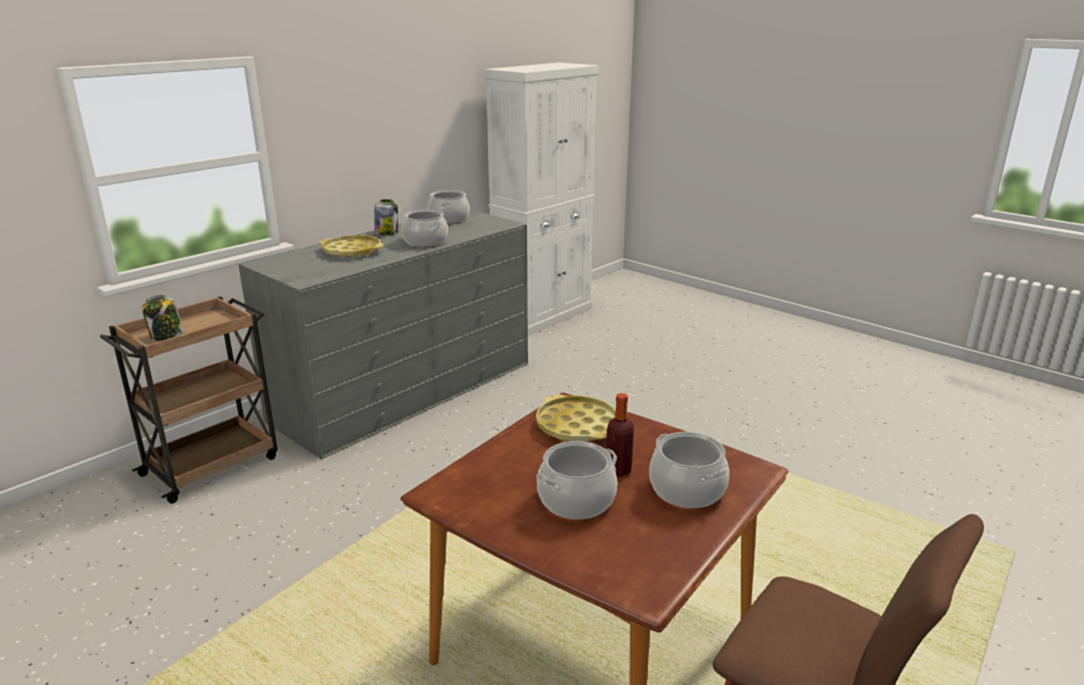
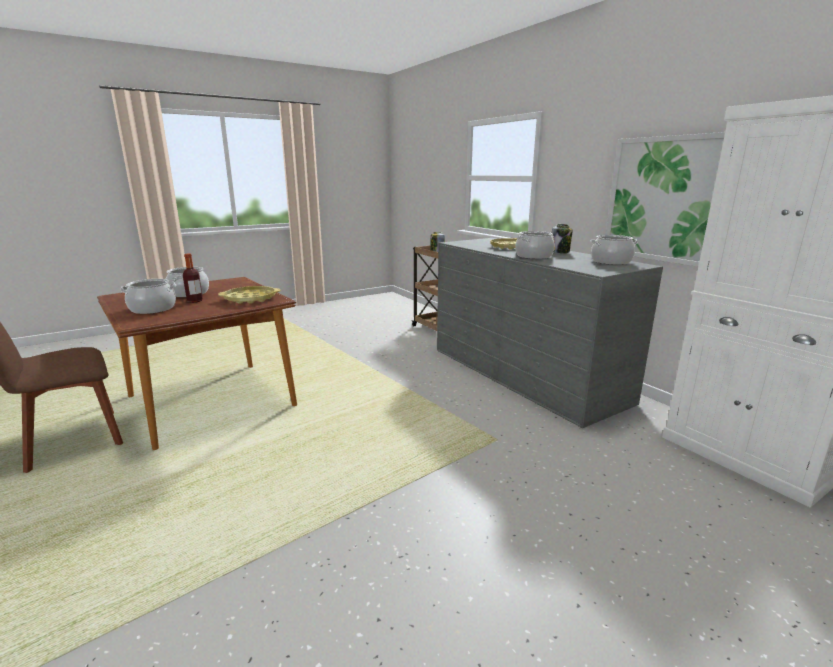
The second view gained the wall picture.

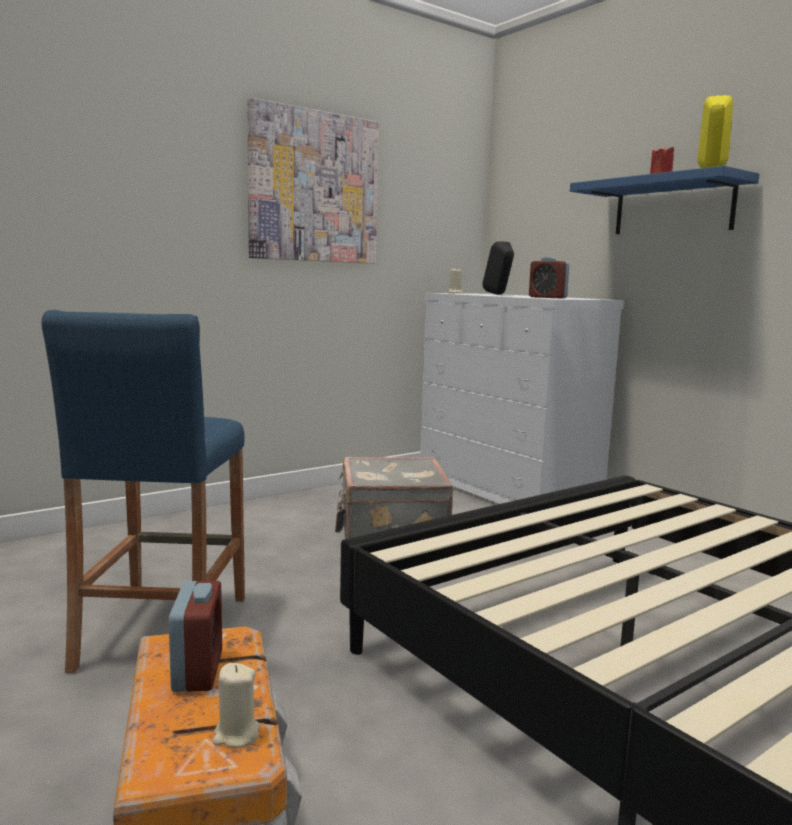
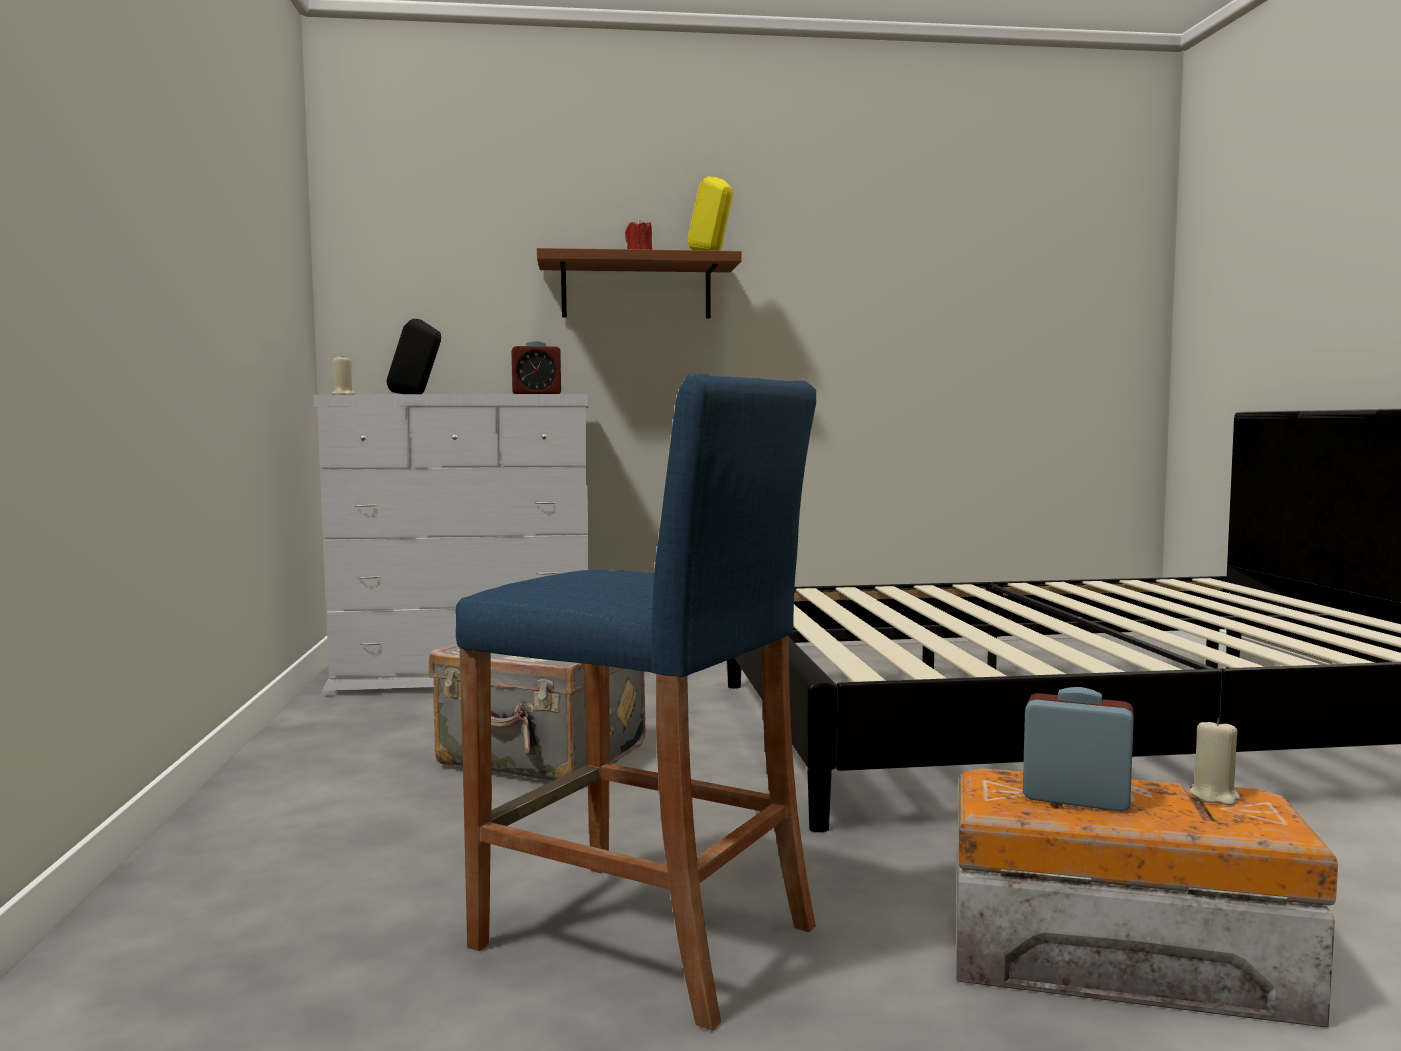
The second view lost the wall picture.
What was the blue-coloured wall shelf turned into the brown-coloured wall shelf.

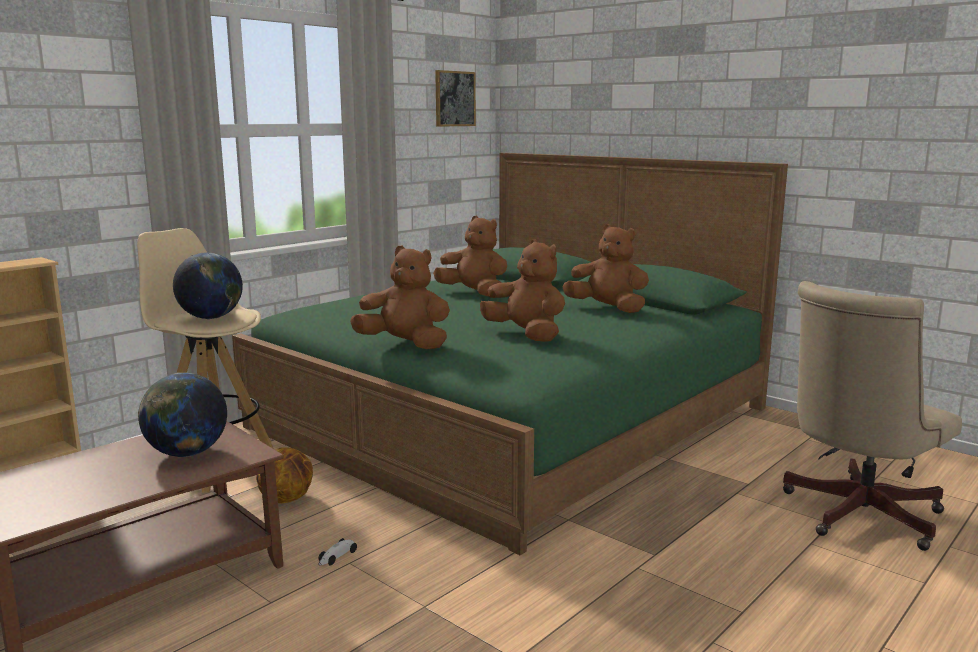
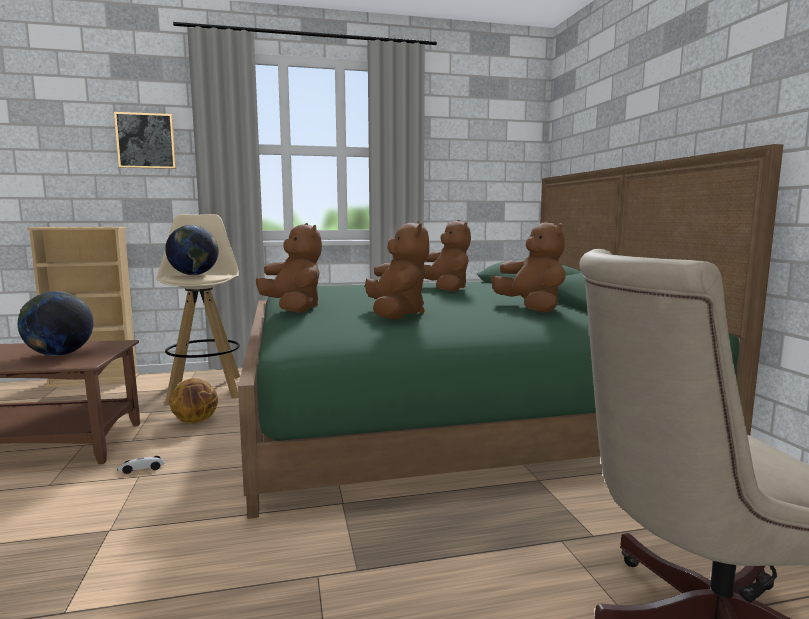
The wall picture ended up elsewhere.

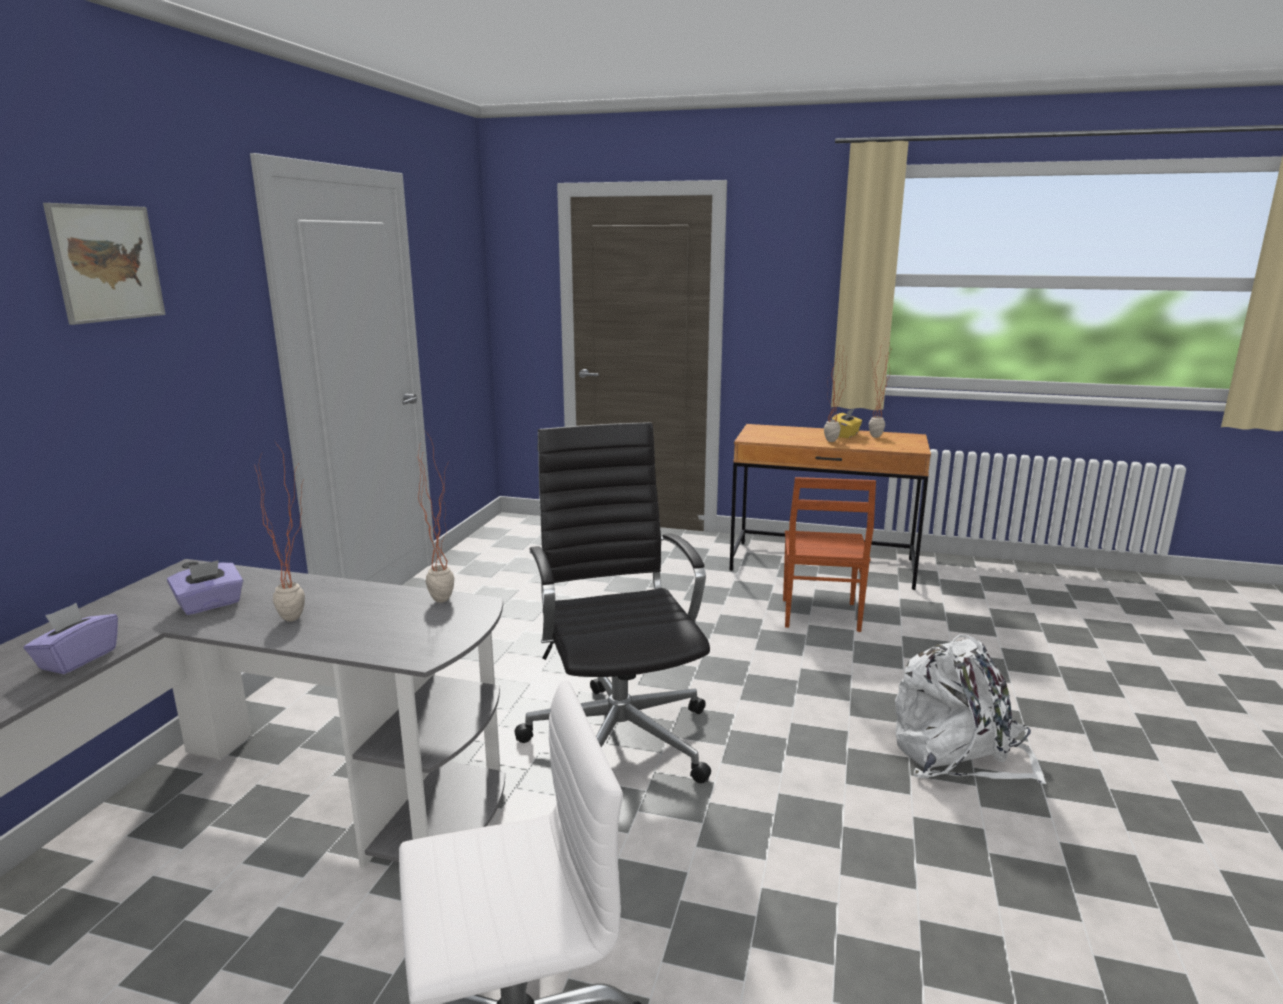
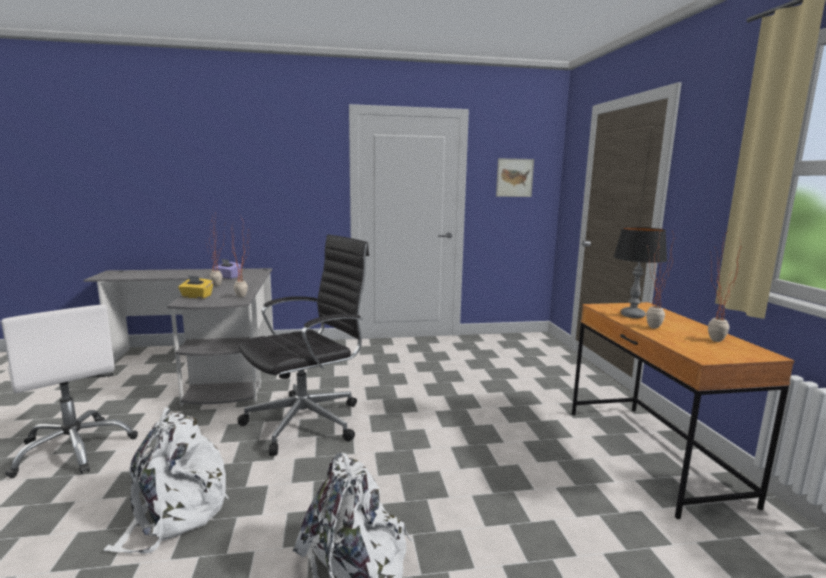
The second view lost the purple tissue holder (1st from left).
The wall picture ended up elsewhere.
The second view lost the brown-coloured upright chair.
The yellow tissue holder ended up elsewhere.
The second view gained the white rucksack (1st from left).
The second view gained the table lamp.

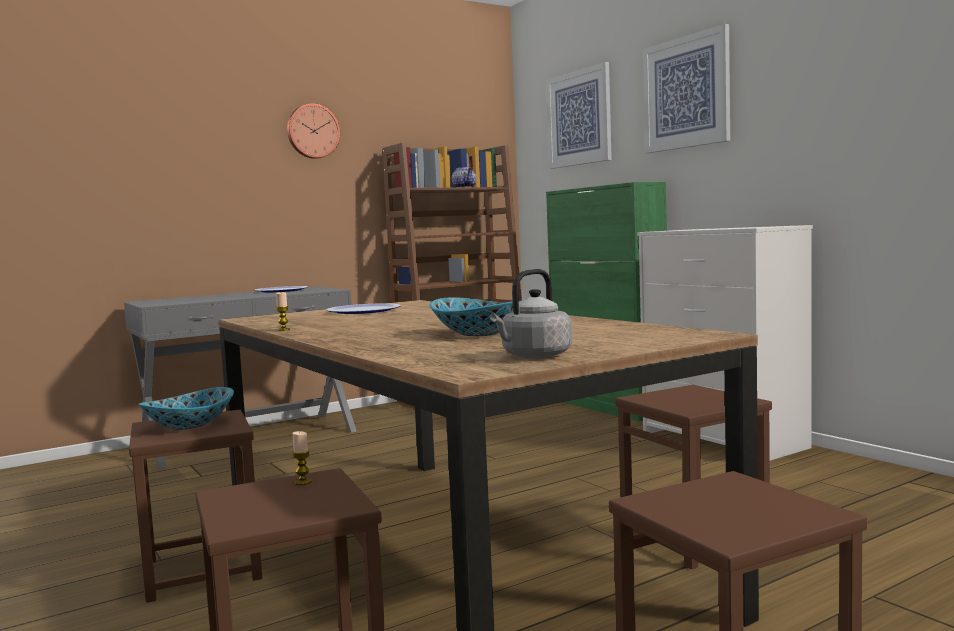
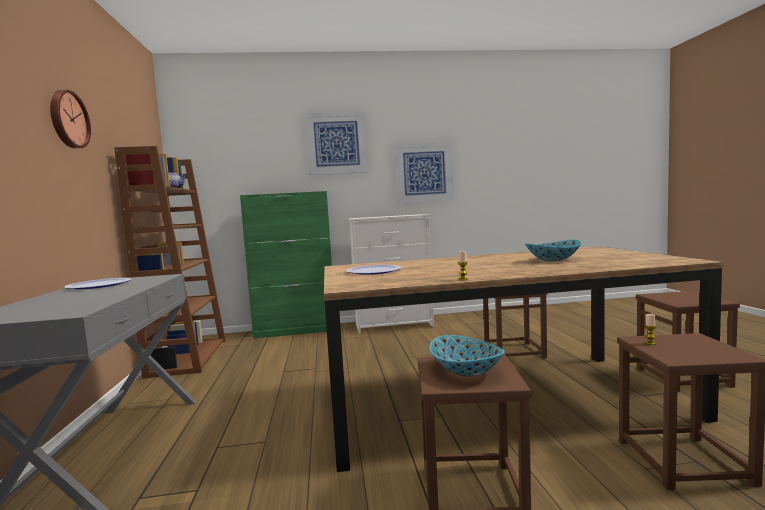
The second view lost the greyish water kettle.
The wall picture (1st from left in the first image) ended up elsewhere.

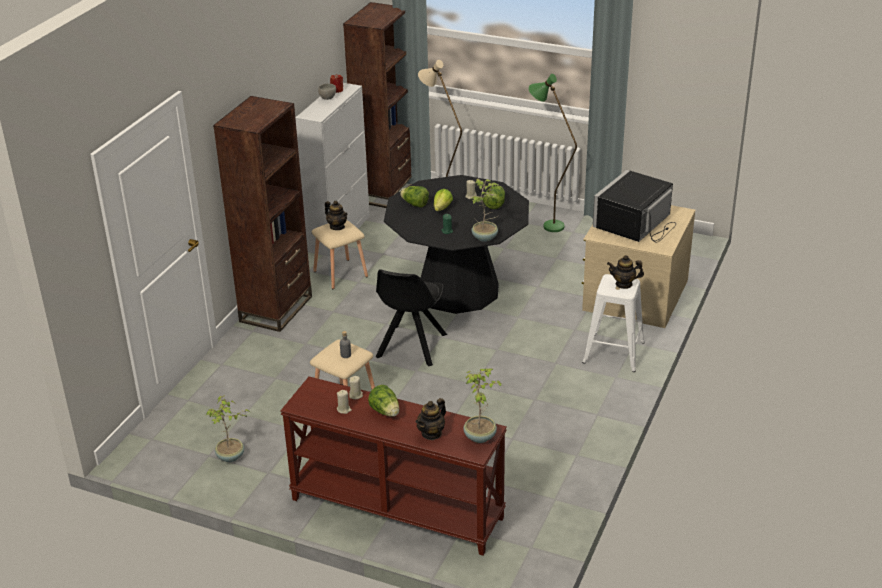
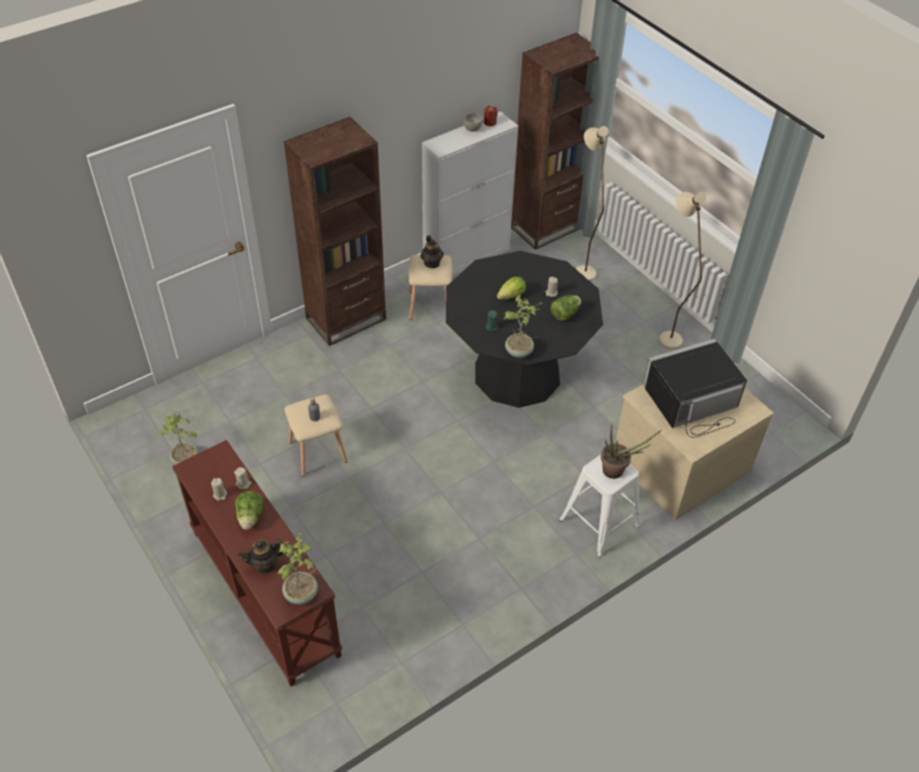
The second view lost the blackish upright chair.
The second view lost the lettuce (2nd from left).
What was the green-coloured floor lamp turned into the sand-coloured floor lamp (2nd from left).
Where the tea pot (3rd from left) stood, the plant in a pot (4th from left) came to stand.

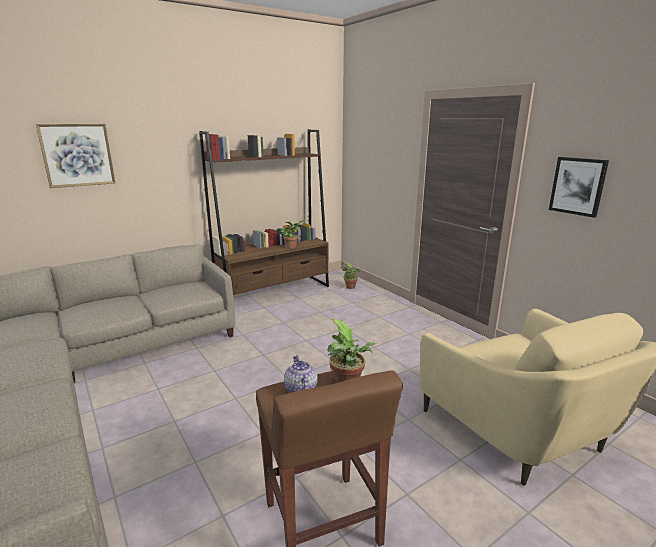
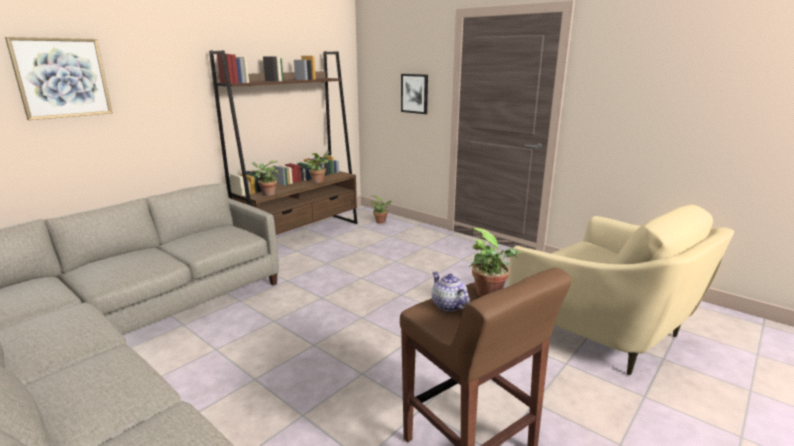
The wall picture (2nd from left) ended up elsewhere.
The second view gained the plant in a pot (1st from left).

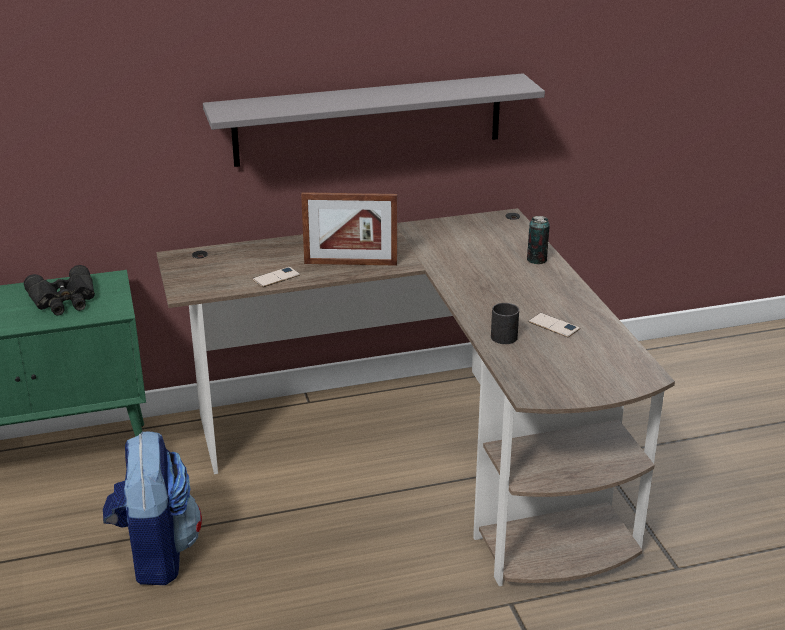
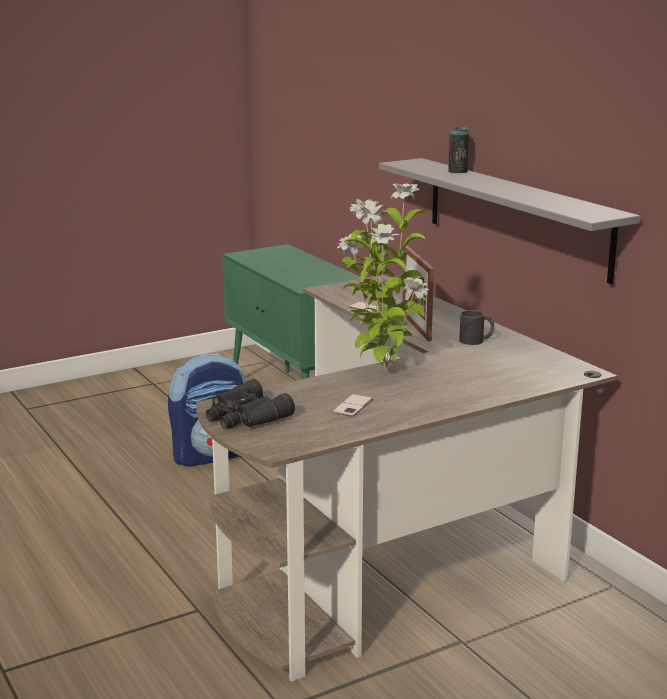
The blackish pair of binoculars ended up elsewhere.
The blackish mug ended up elsewhere.
The can ended up elsewhere.
The second view gained the plant in a pot.

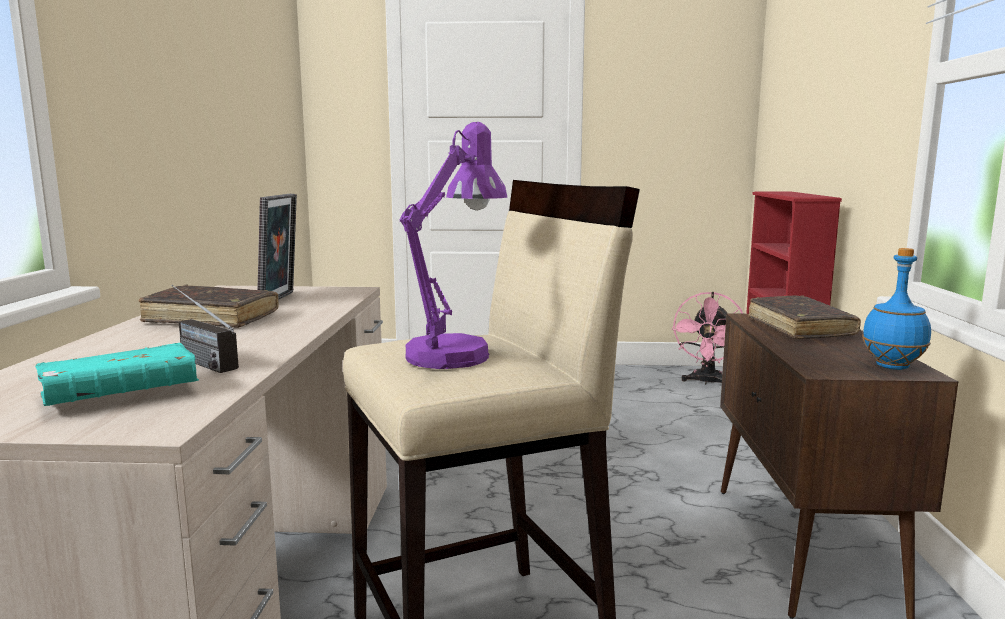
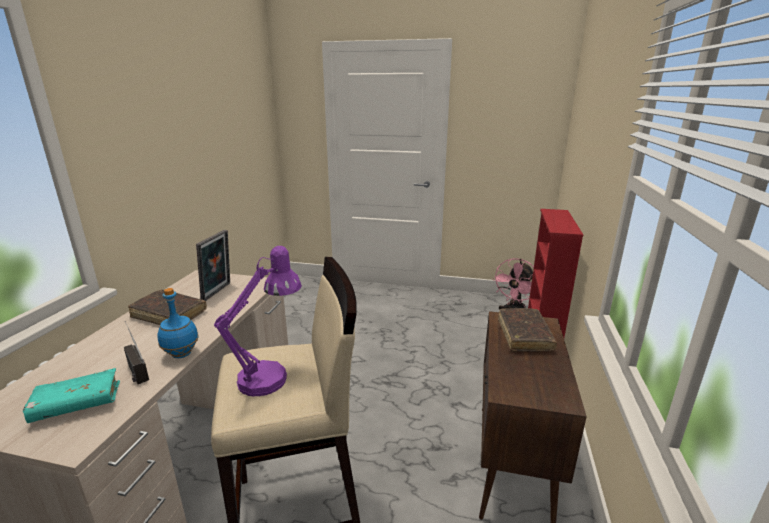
The blue-coloured drink bottle ended up elsewhere.

